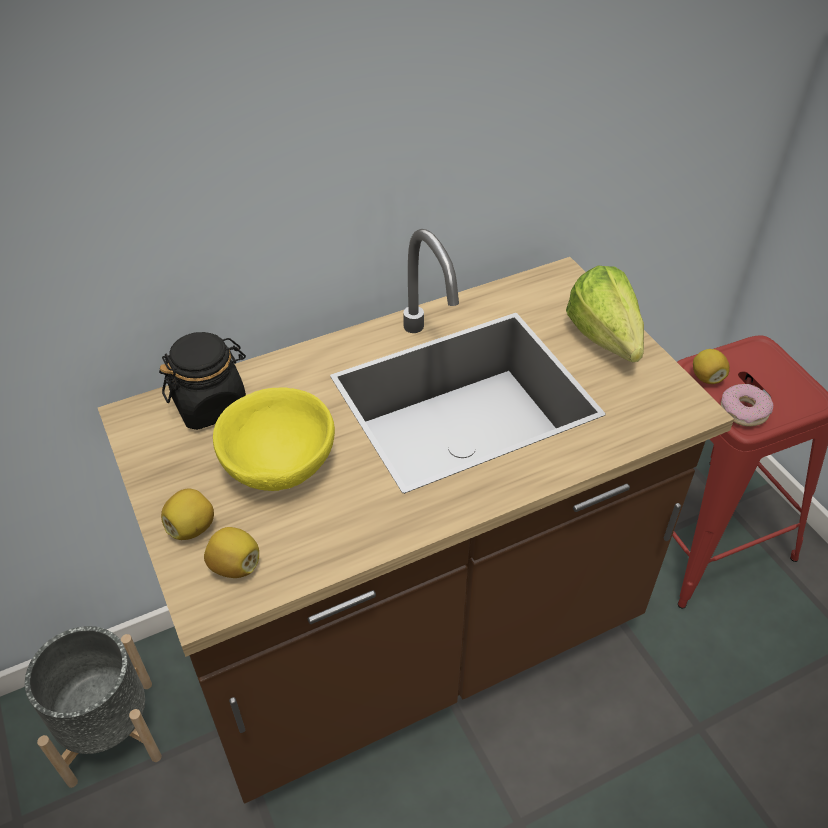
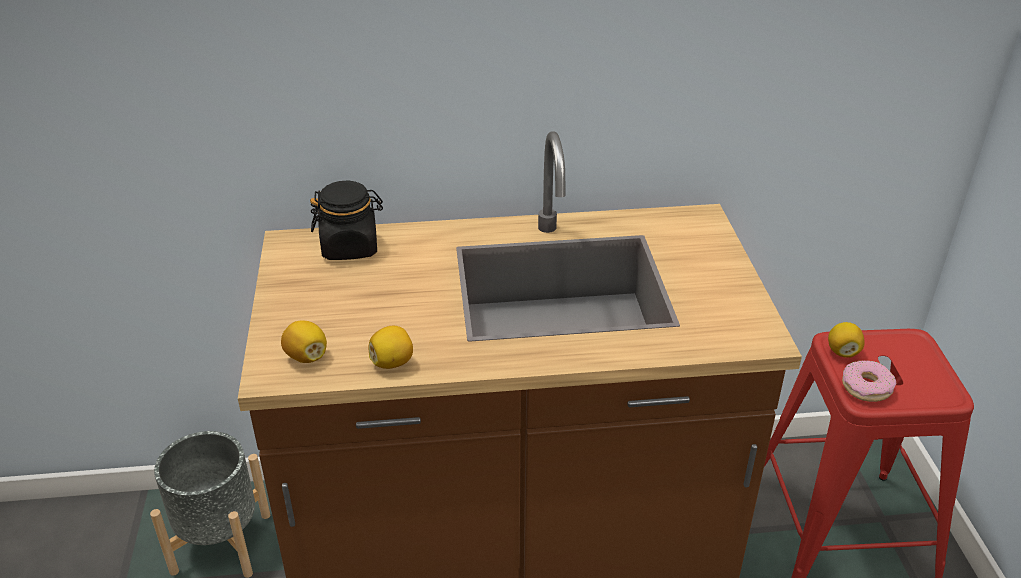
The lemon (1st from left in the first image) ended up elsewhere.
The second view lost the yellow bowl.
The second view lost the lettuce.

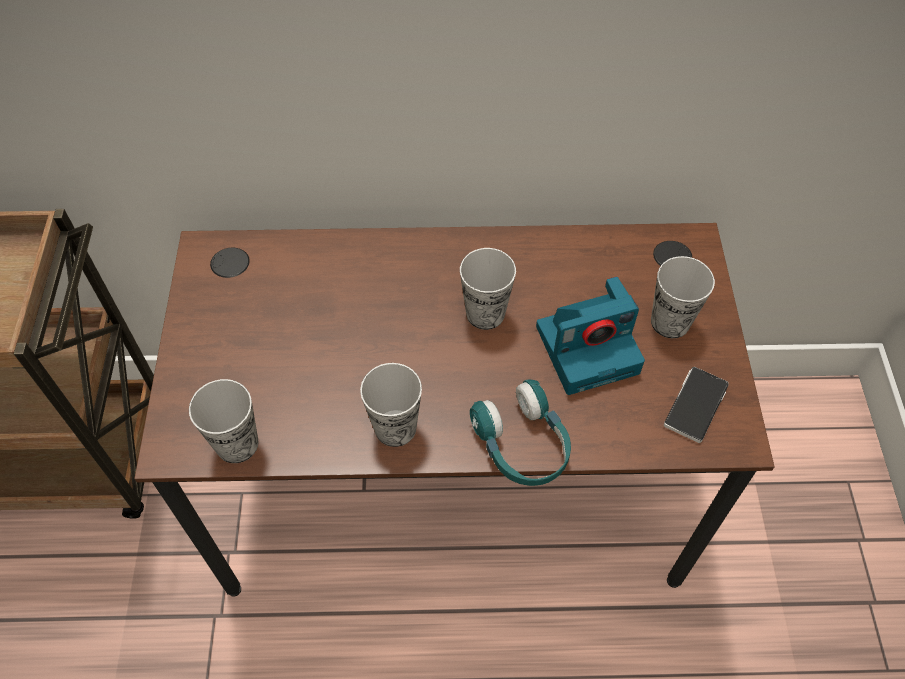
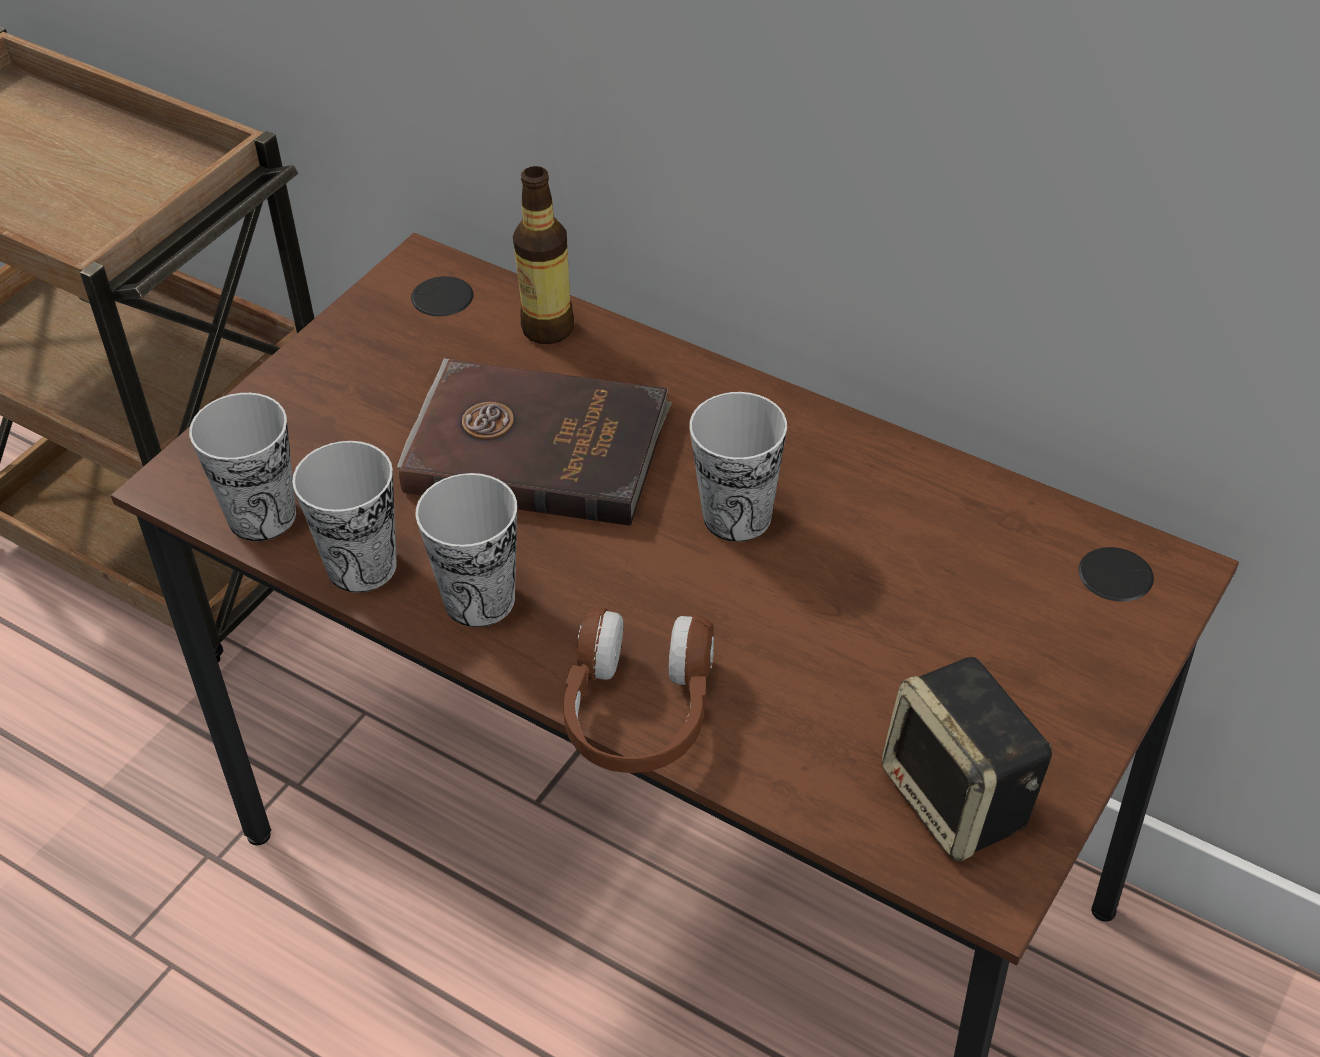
What was the blue-green headphones turned into the brown-coloured headphones.
The second view lost the photo camera.
The drinking cup (4th from left in the first image) ended up elsewhere.
Where the telephone stood, the loudspeaker came to stand.
The second view gained the brown-coloured volume.
The second view gained the drink bottle.

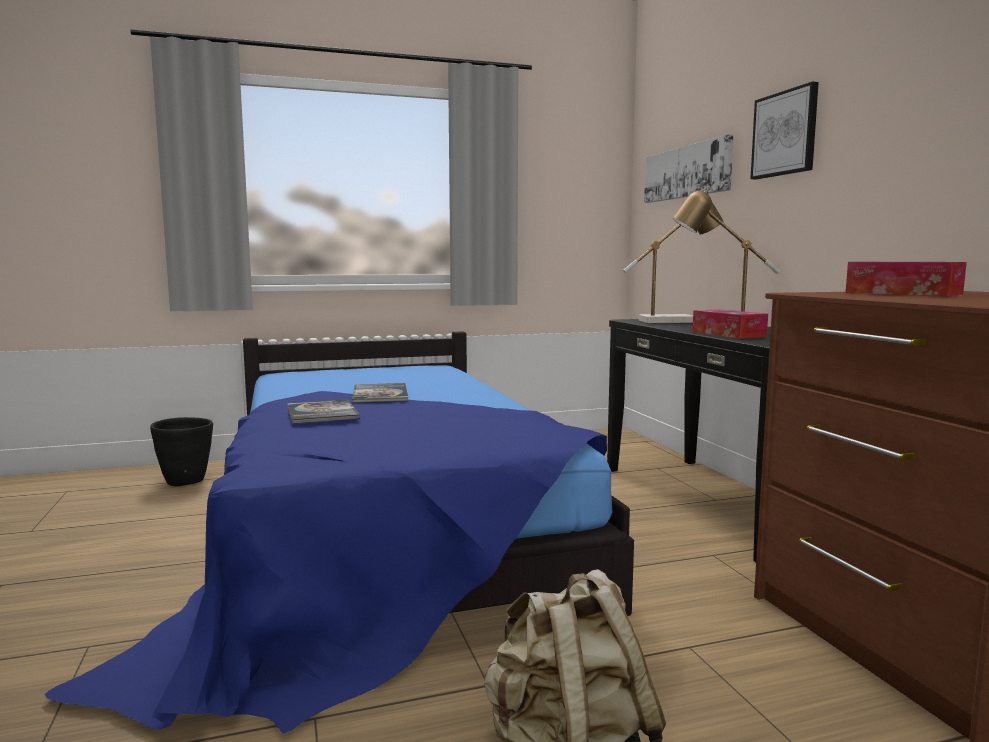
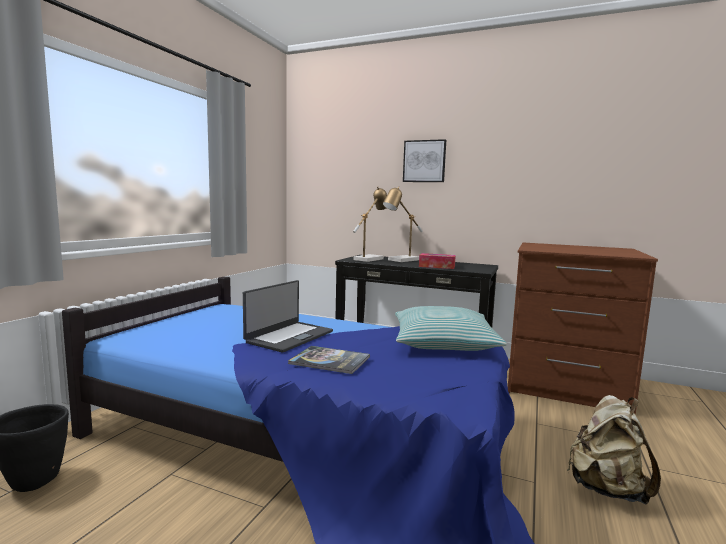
Where the volume (2nd from left) stood, the notebook computer came to stand.
The second view lost the wall picture (1st from left).
The second view lost the tissue holder (2nd from left).
The second view gained the pillow.

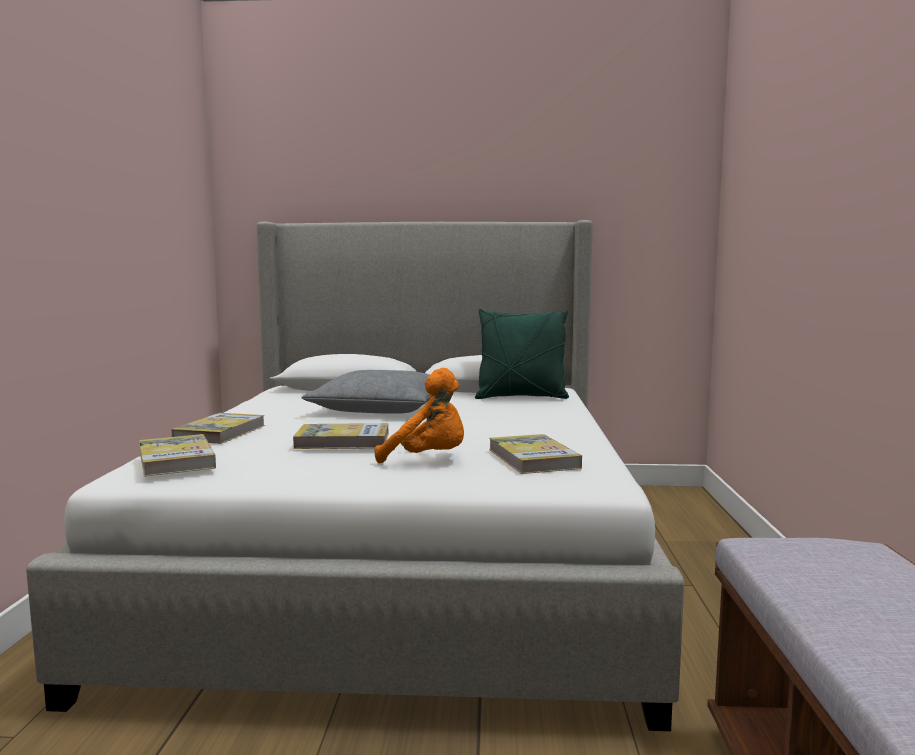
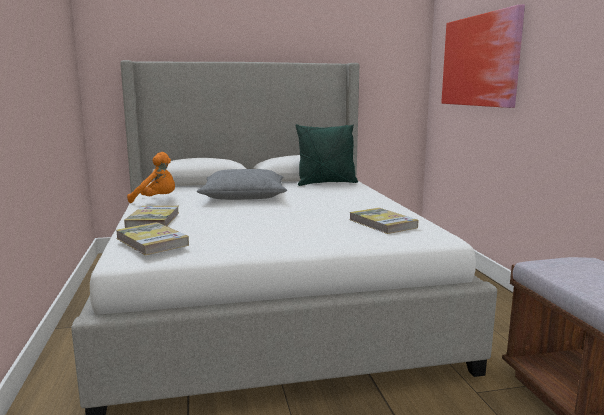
The second view lost the volume (3rd from left).
The orange-coloured soft toy ended up elsewhere.
The second view gained the wall picture.

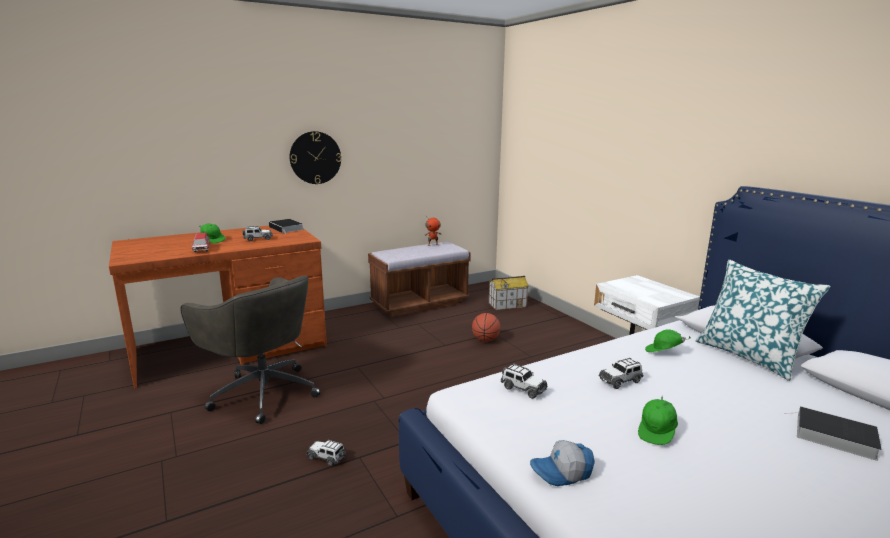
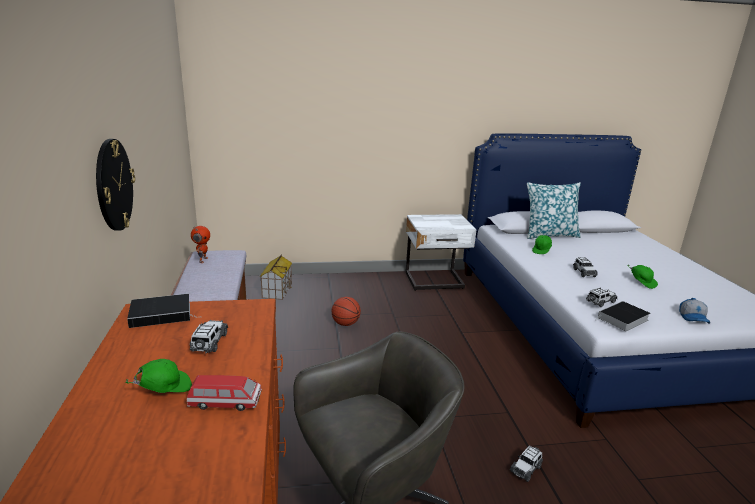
The volume (2nd from left) ended up elsewhere.

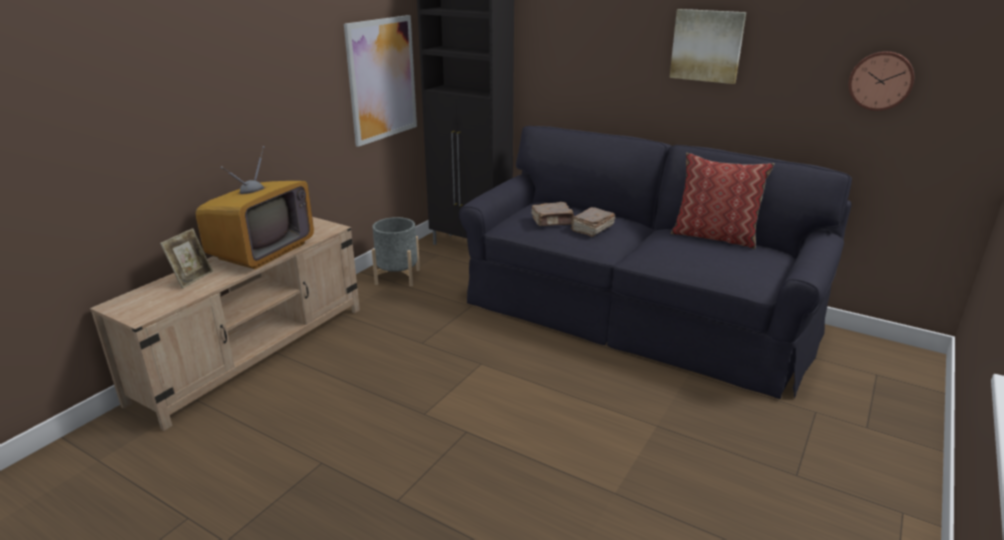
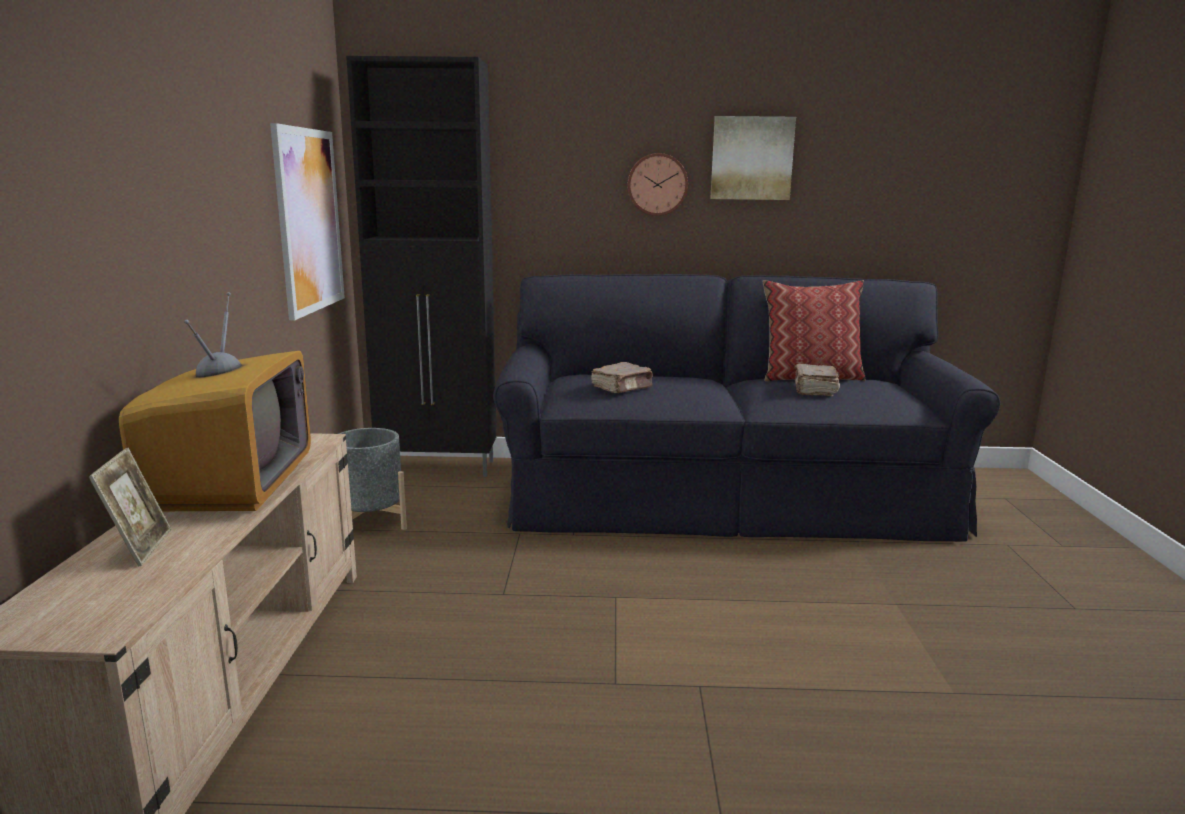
The brown-coloured volume (2nd from left) ended up elsewhere.
The wall clock ended up elsewhere.

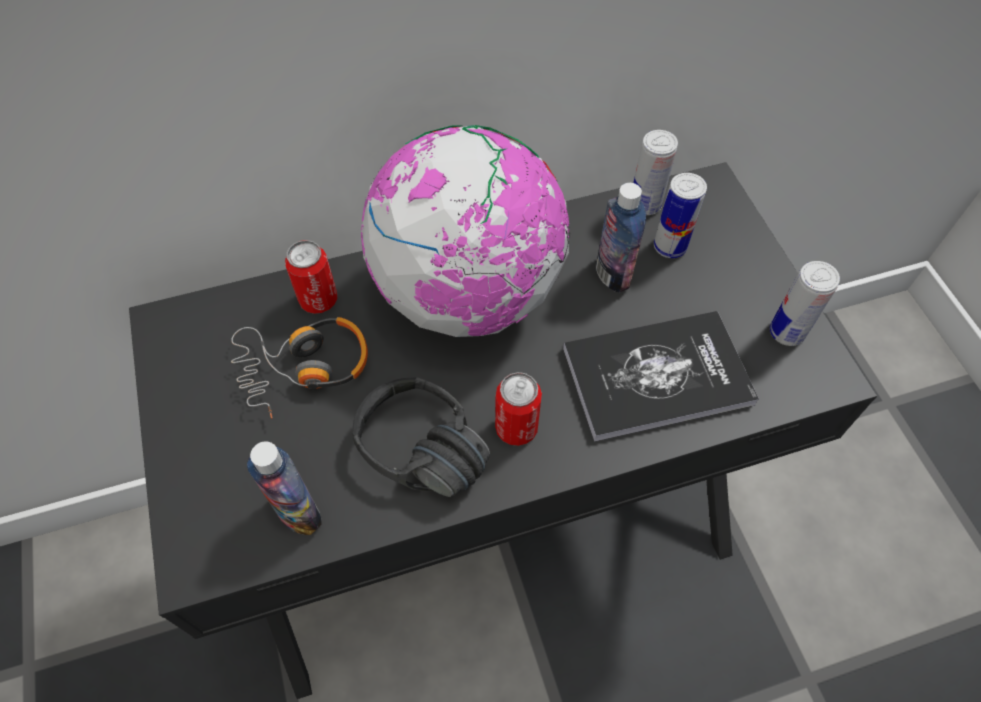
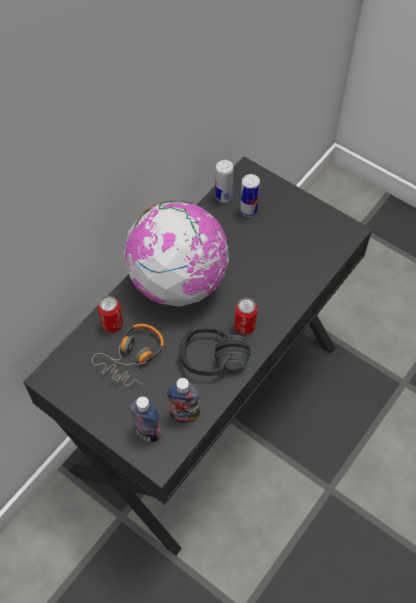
The second view lost the volume.
The drink bottle (2nd from left in the first image) ended up elsewhere.
The second view lost the can (5th from left).

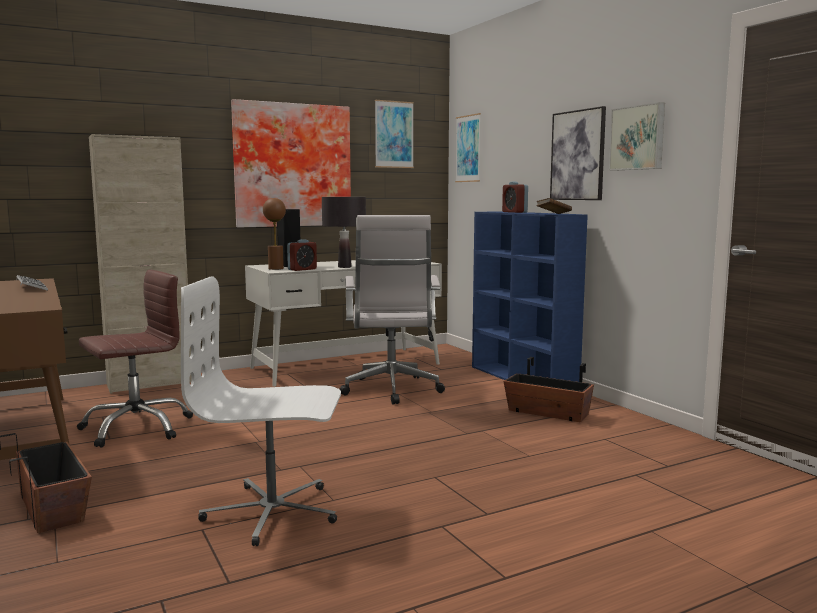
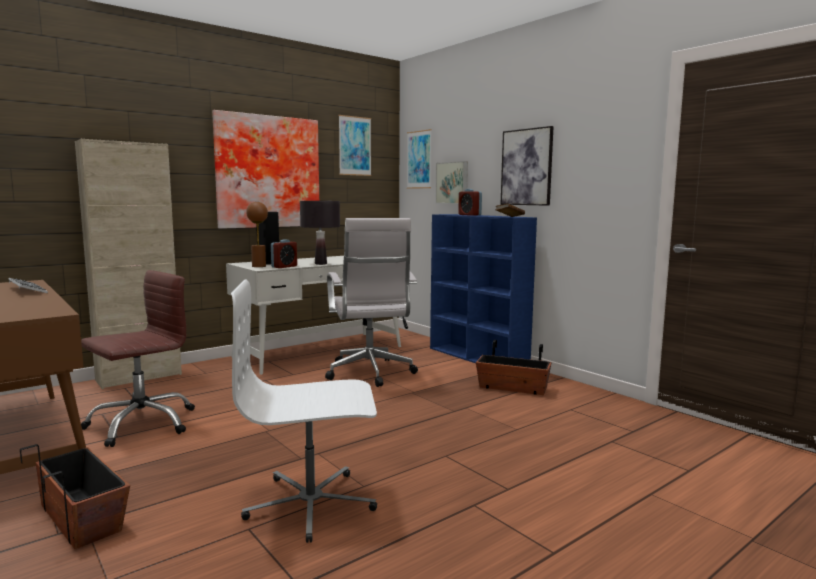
The wall picture (5th from left in the first image) ended up elsewhere.

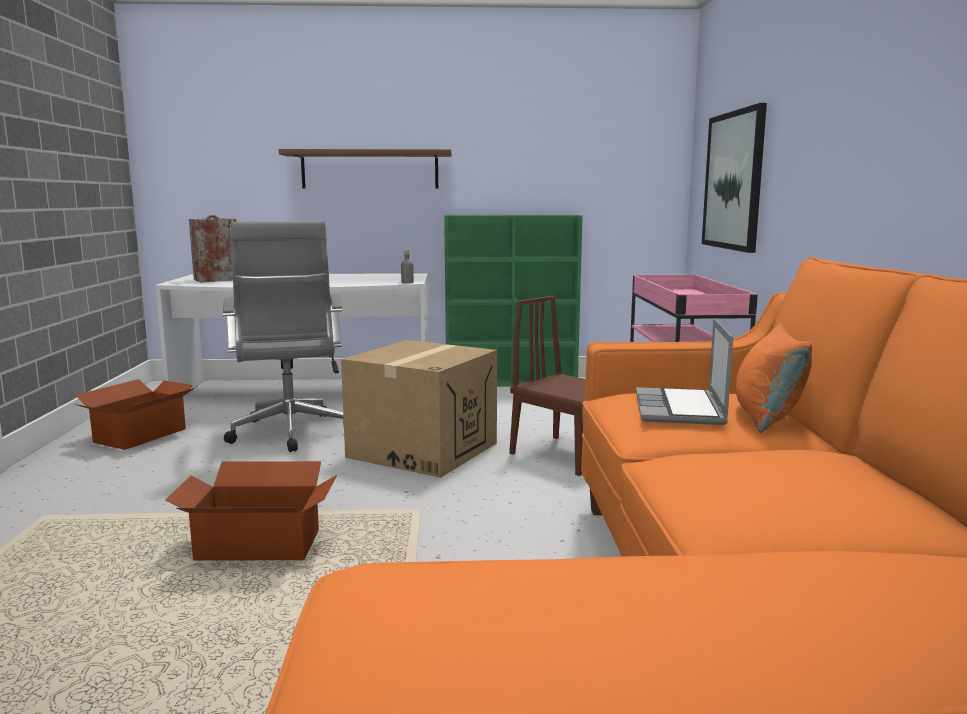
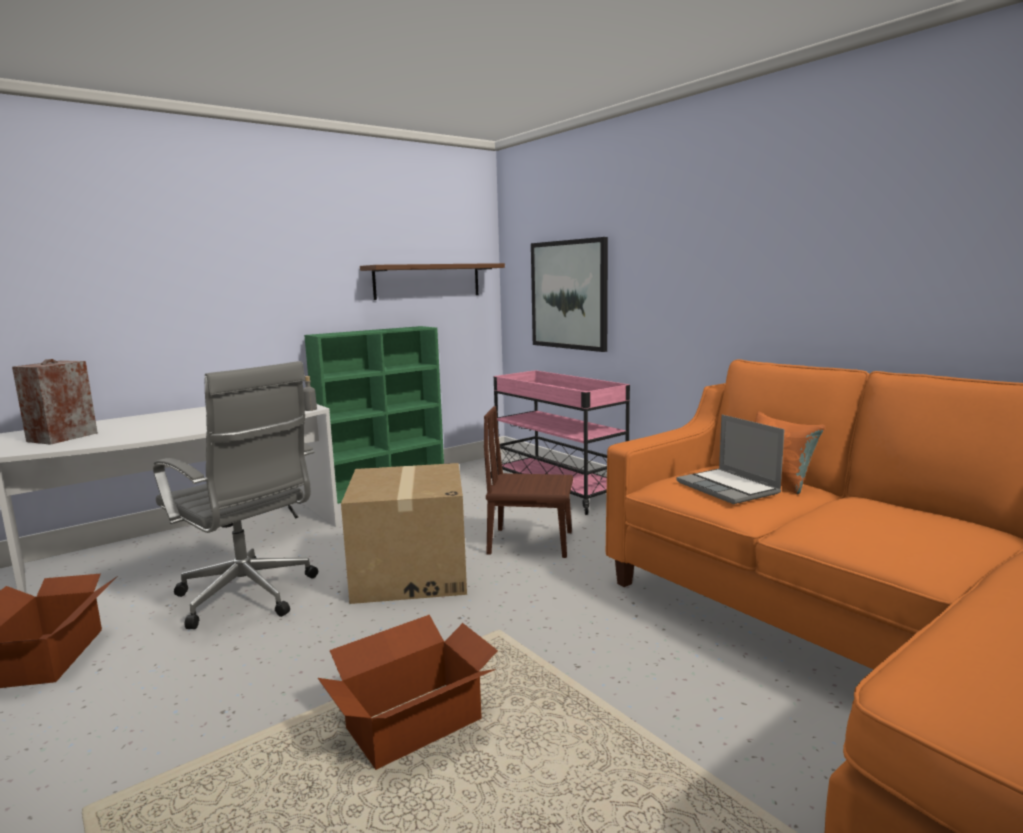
The brown-coloured wall shelf ended up elsewhere.

